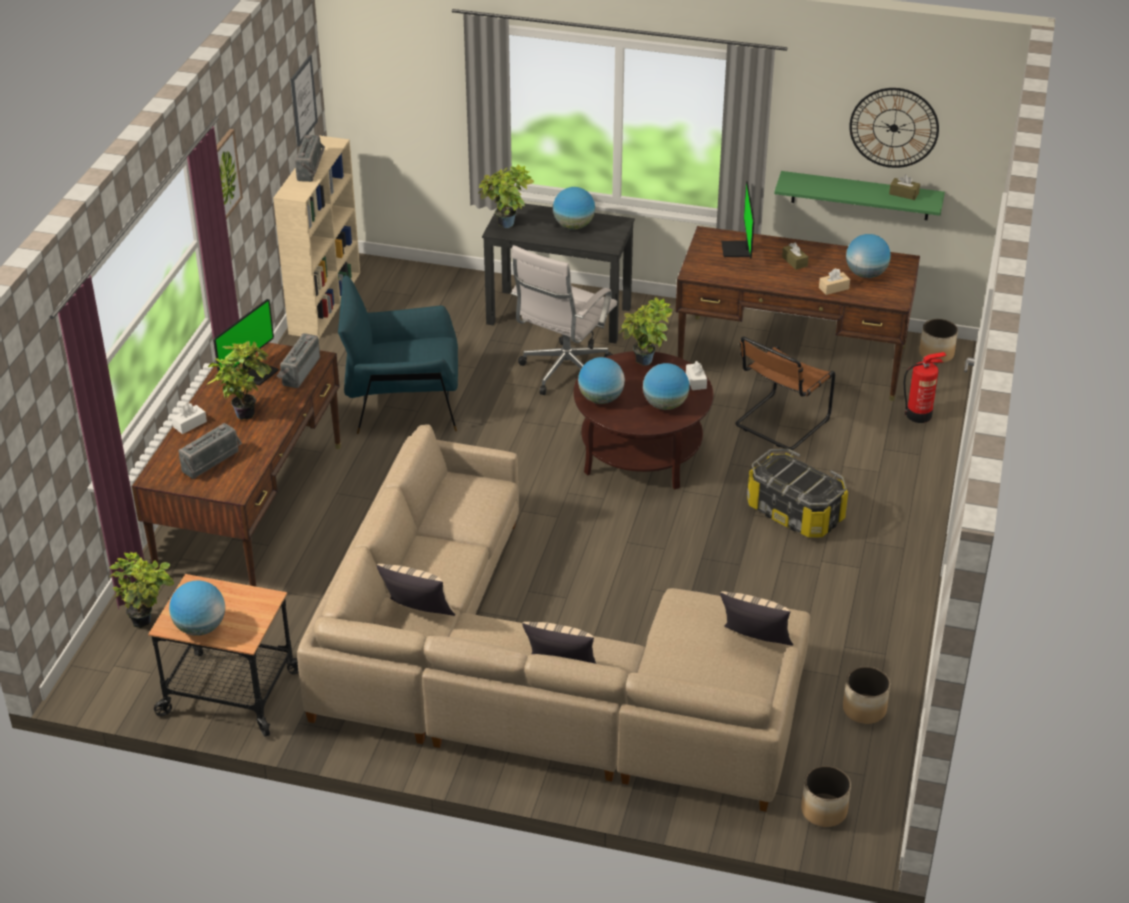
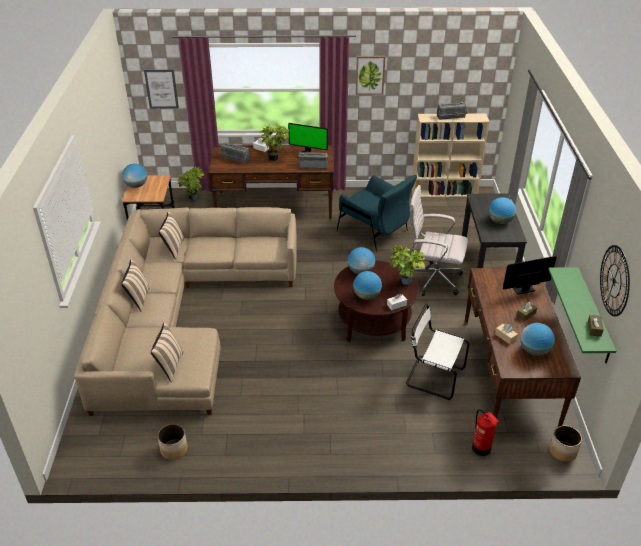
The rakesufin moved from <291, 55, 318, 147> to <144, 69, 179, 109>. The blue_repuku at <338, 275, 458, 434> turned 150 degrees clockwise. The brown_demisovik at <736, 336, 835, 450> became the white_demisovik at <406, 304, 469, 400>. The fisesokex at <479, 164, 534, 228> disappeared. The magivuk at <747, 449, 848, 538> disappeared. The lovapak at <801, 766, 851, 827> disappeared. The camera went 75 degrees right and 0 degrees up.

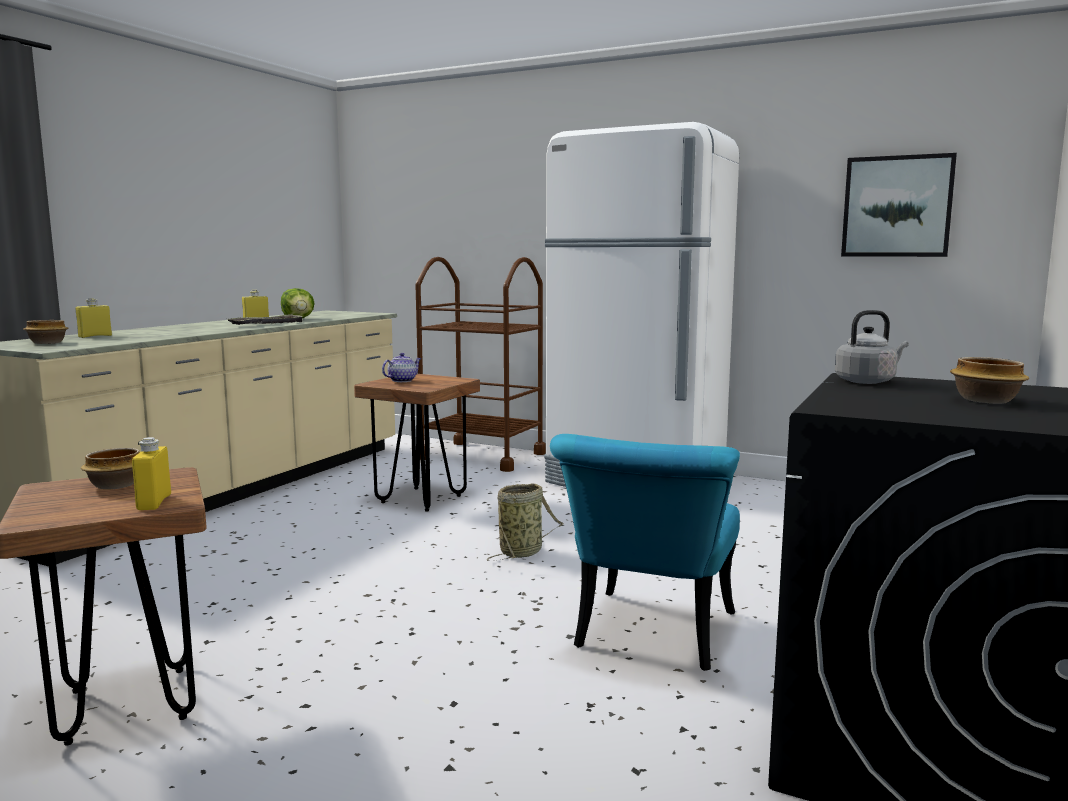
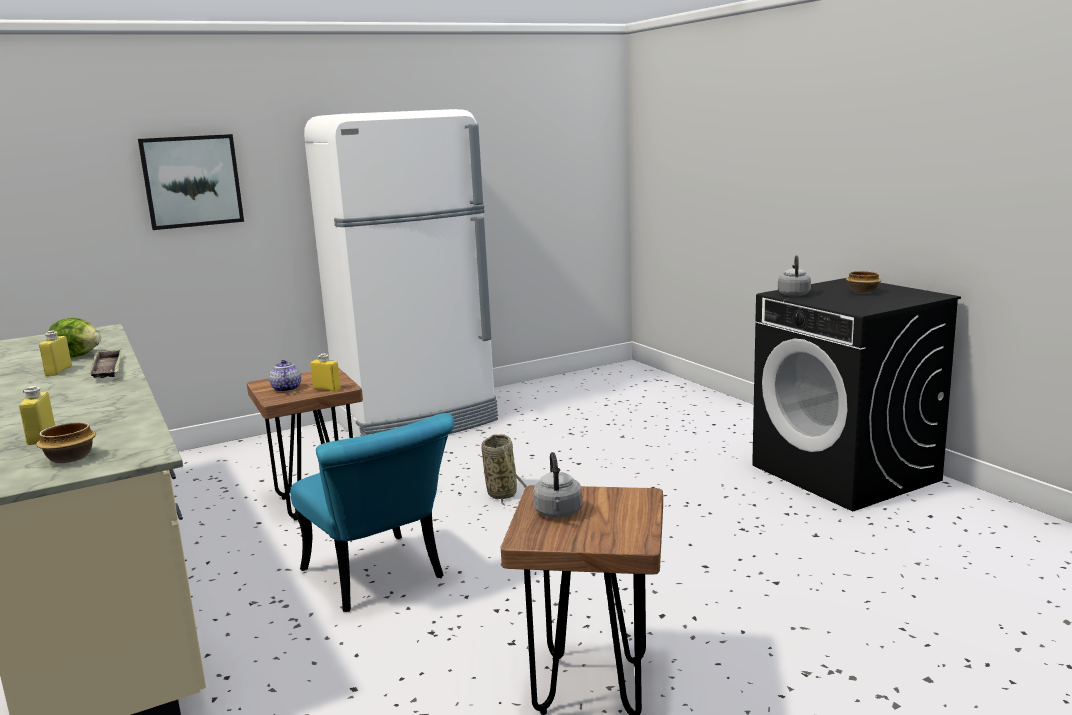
The rakesufin moved from <841, 153, 957, 257> to <138, 134, 244, 230>. The turquoise_demisovik moved from <550, 434, 740, 671> to <290, 413, 454, 612>. The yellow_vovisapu moved from <132, 437, 171, 510> to <310, 353, 341, 392>. The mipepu at <81, 448, 140, 490> was replaced by the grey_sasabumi at <533, 452, 582, 518>. The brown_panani at <415, 257, 546, 472> disappeared. The camera went 55 degrees left and 5 degrees up.

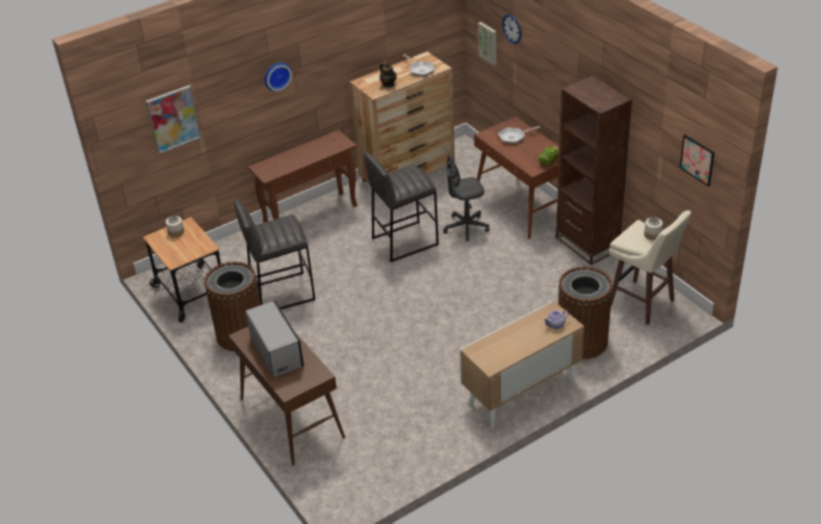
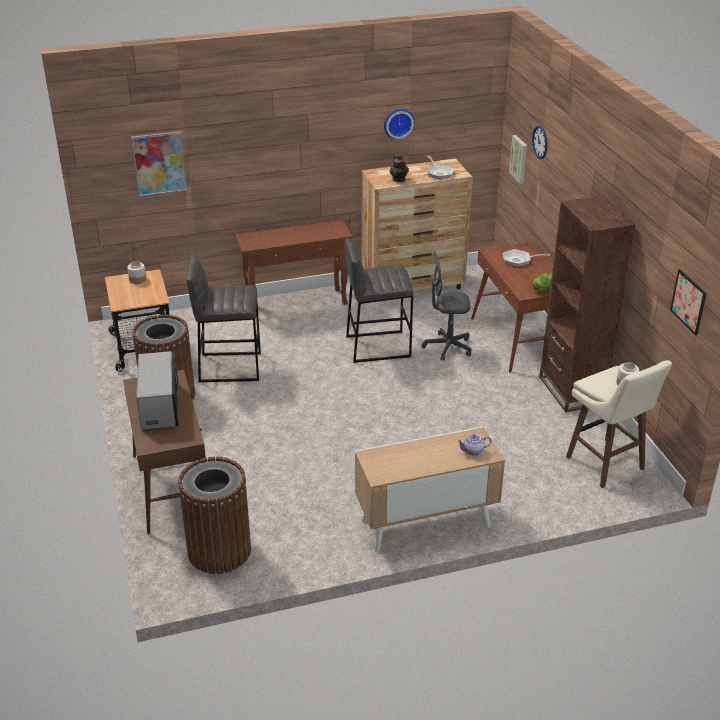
The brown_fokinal moved from <558, 266, 613, 359> to <178, 457, 251, 574>. The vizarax moved from <264, 63, 292, 91> to <384, 109, 414, 139>. The camera went 15 degrees right and 5 degrees down.

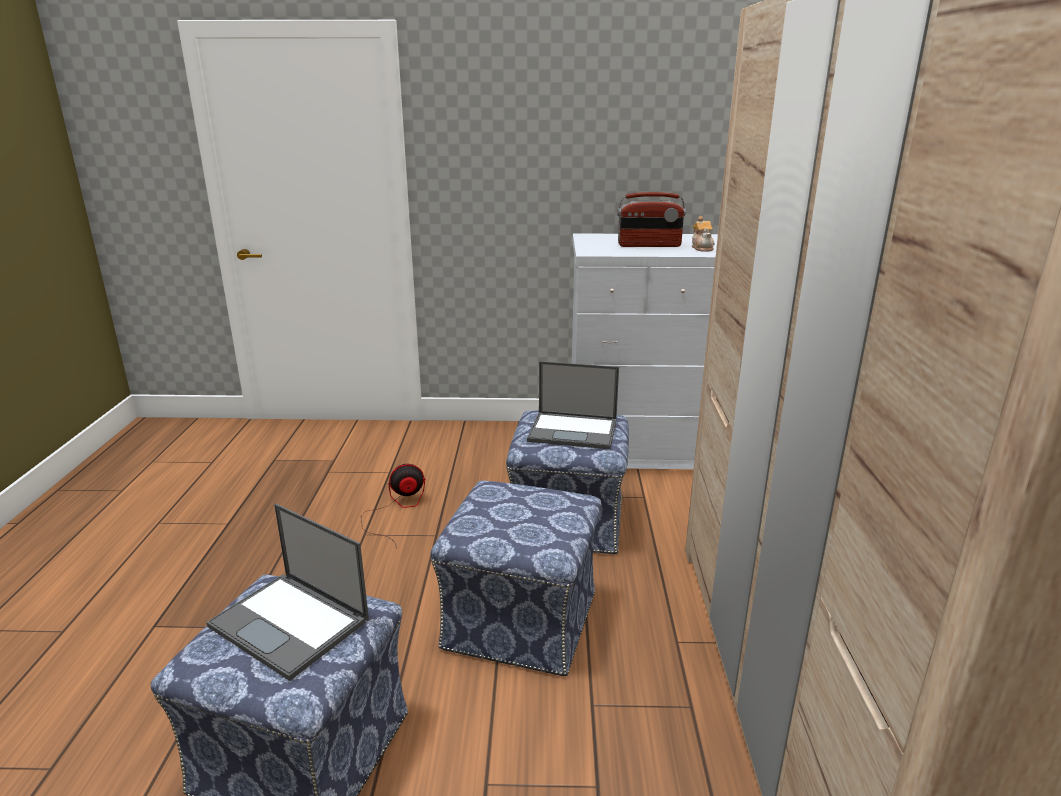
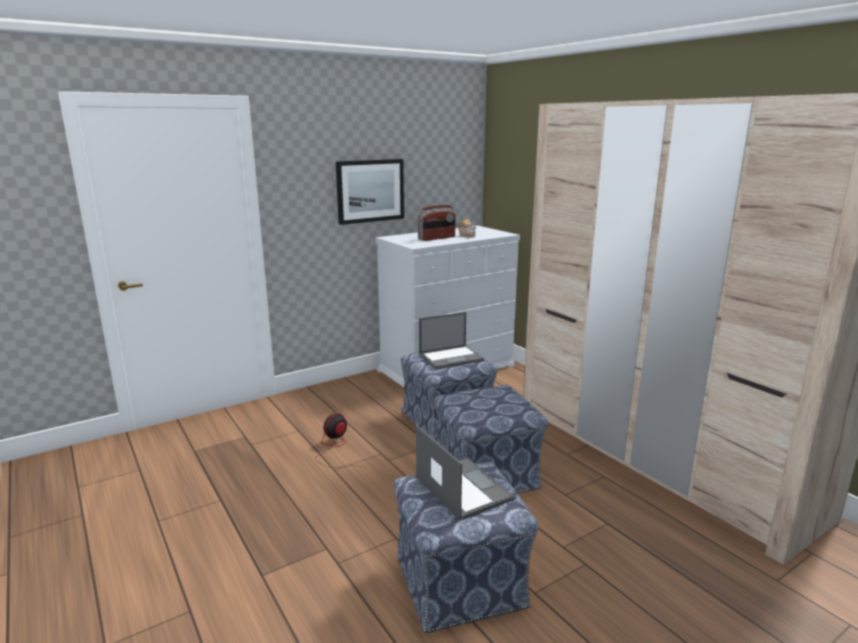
The rakesufin at <336, 159, 404, 225> appeared. The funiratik at <206, 503, 369, 681> turned 120 degrees counterclockwise. The camera went 35 degrees left and 5 degrees down.

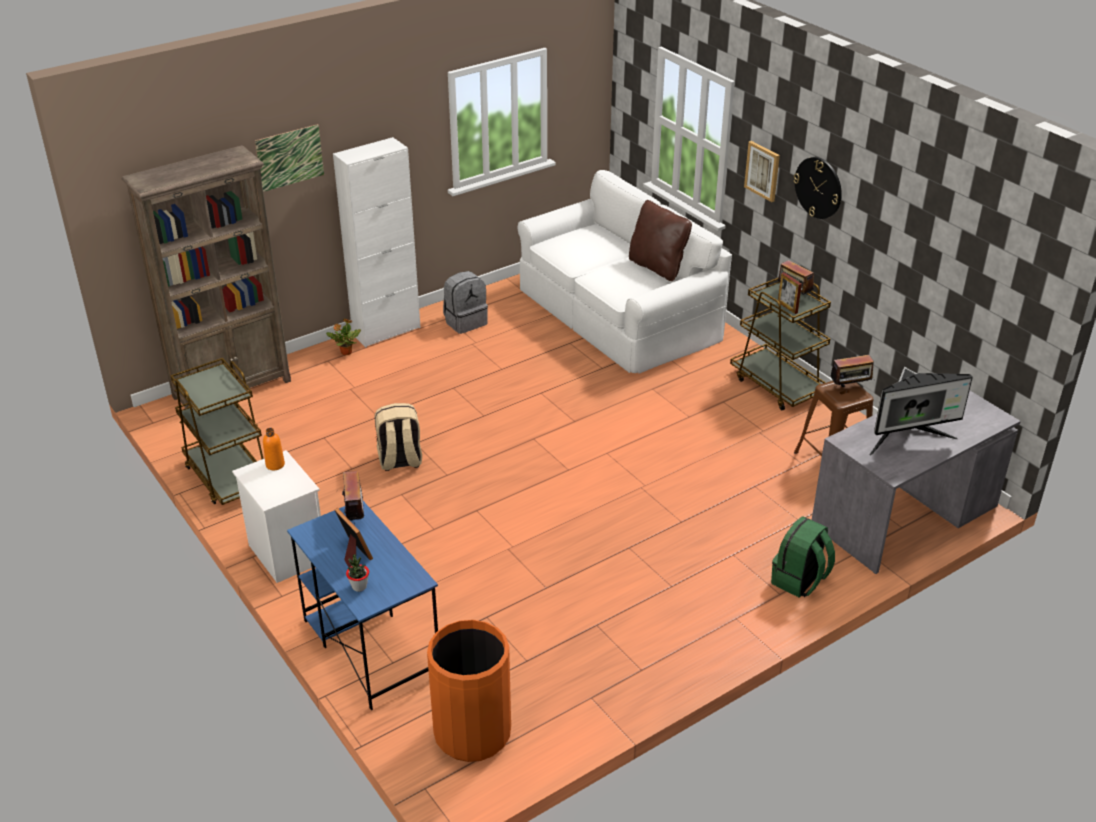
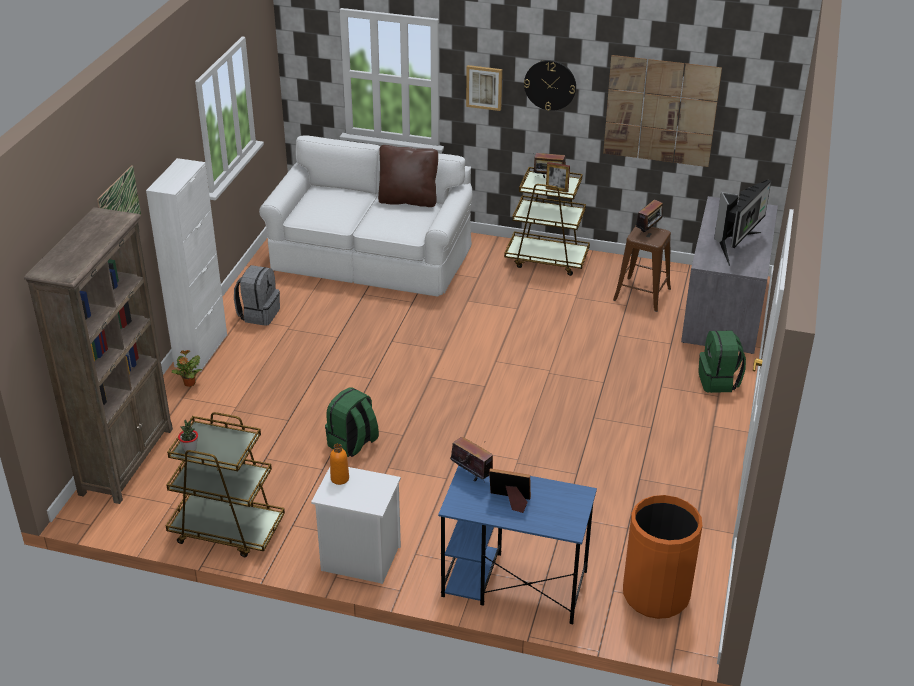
The fisesokex moved from <346, 554, 369, 592> to <178, 420, 198, 453>. The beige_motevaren at <375, 403, 422, 471> became the green_motevaren at <325, 387, 379, 457>. The rakesufin at <603, 55, 722, 167> appeared. The camera went 40 degrees left and 0 degrees up.

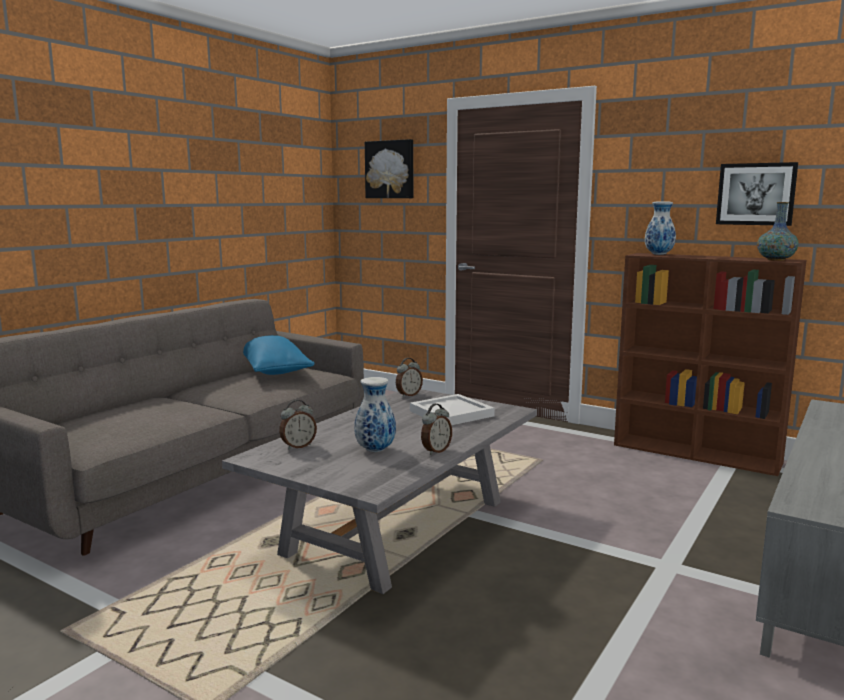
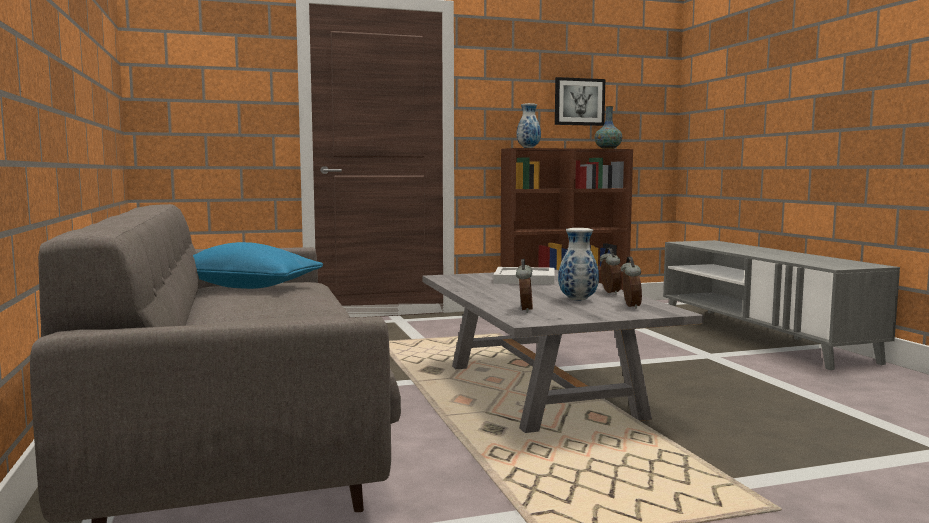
The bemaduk moved from <396, 358, 423, 397> to <621, 257, 642, 309>. The rakesufin at <365, 139, 413, 198> disappeared. The camera went 50 degrees left and 5 degrees down.

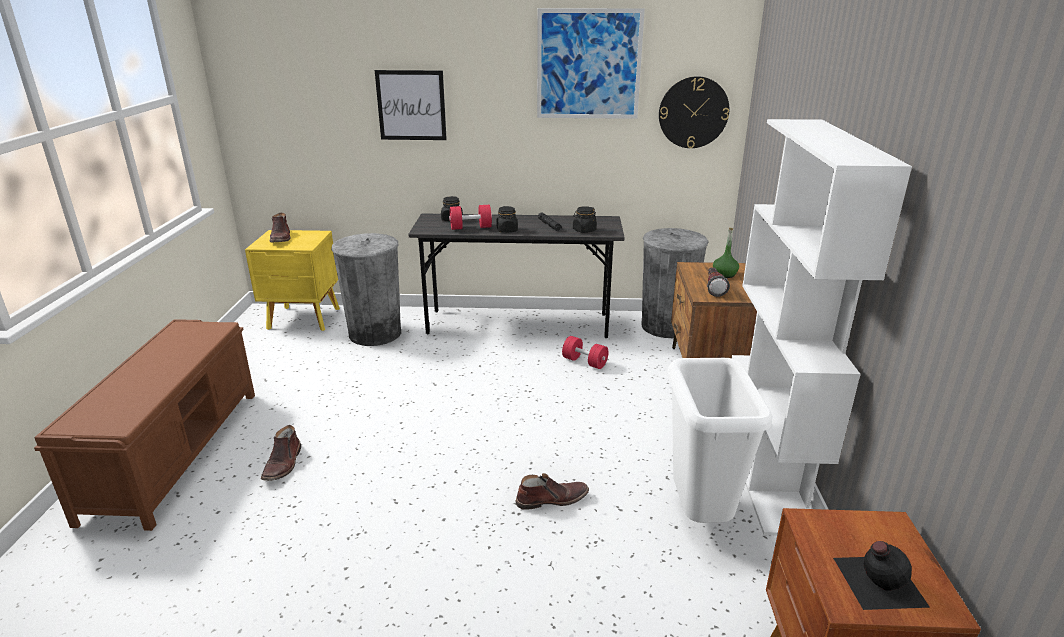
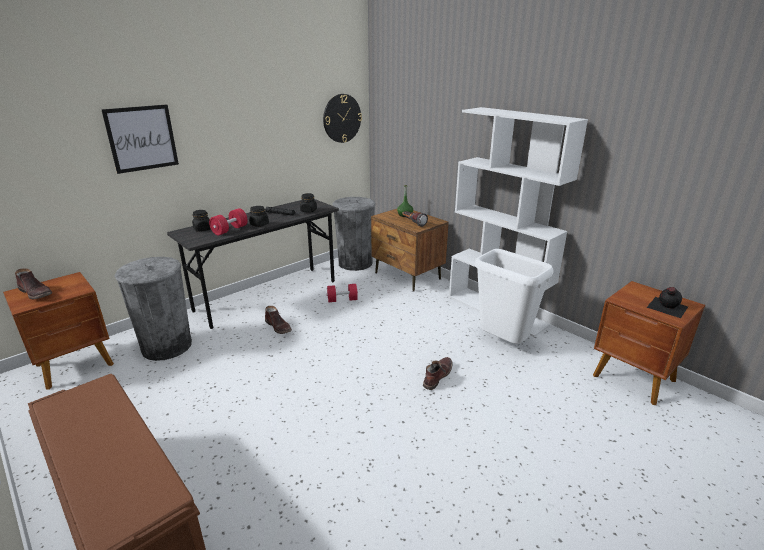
The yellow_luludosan at <245, 230, 340, 331> became the brown_luludosan at <3, 272, 114, 390>. The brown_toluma moved from <261, 425, 301, 481> to <265, 306, 292, 334>. The rakesufin at <537, 8, 645, 119> disappeared. The camera went 45 degrees left and 0 degrees up.

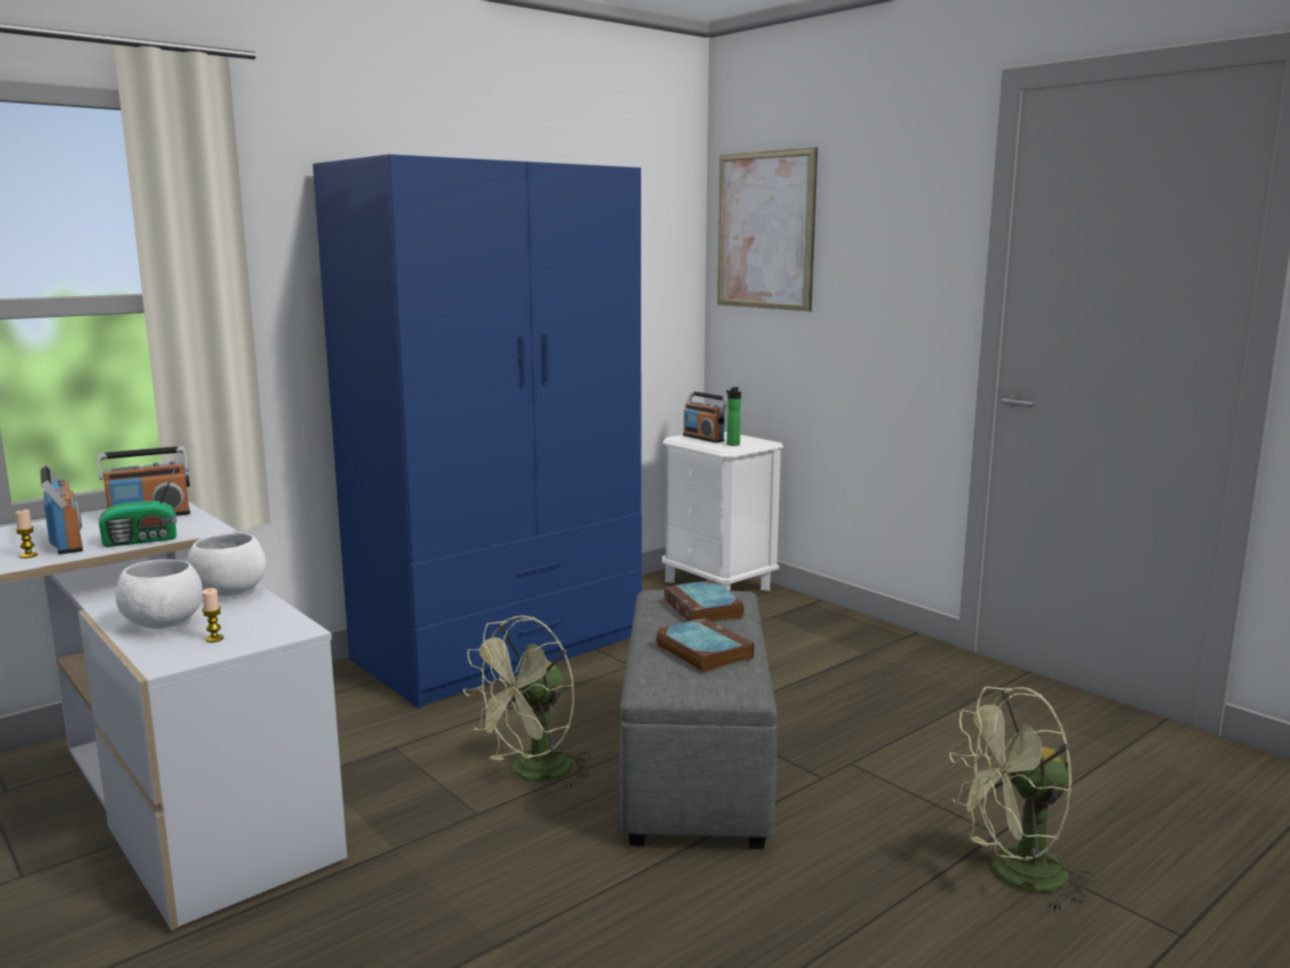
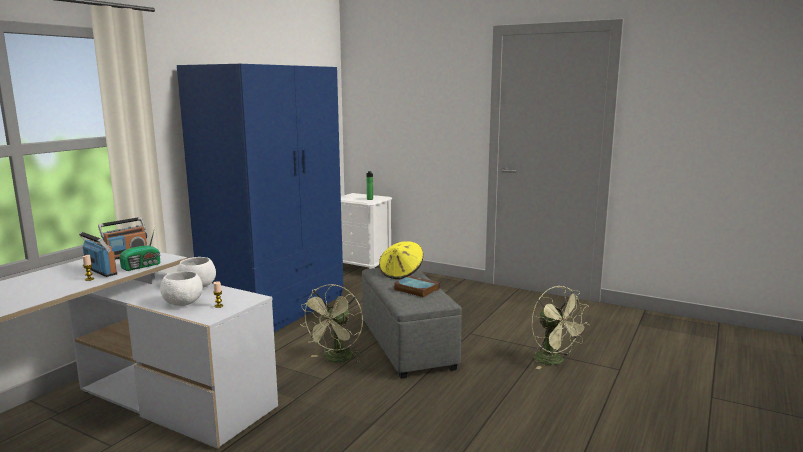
The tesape at <664, 580, 744, 622> was replaced by the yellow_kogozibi at <379, 241, 423, 279>. The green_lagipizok at <949, 687, 1095, 911> turned 90 degrees counterclockwise. The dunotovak at <683, 391, 728, 443> disappeared. The rakesufin at <717, 147, 818, 312> disappeared. The camera went 20 degrees left and 0 degrees up.

